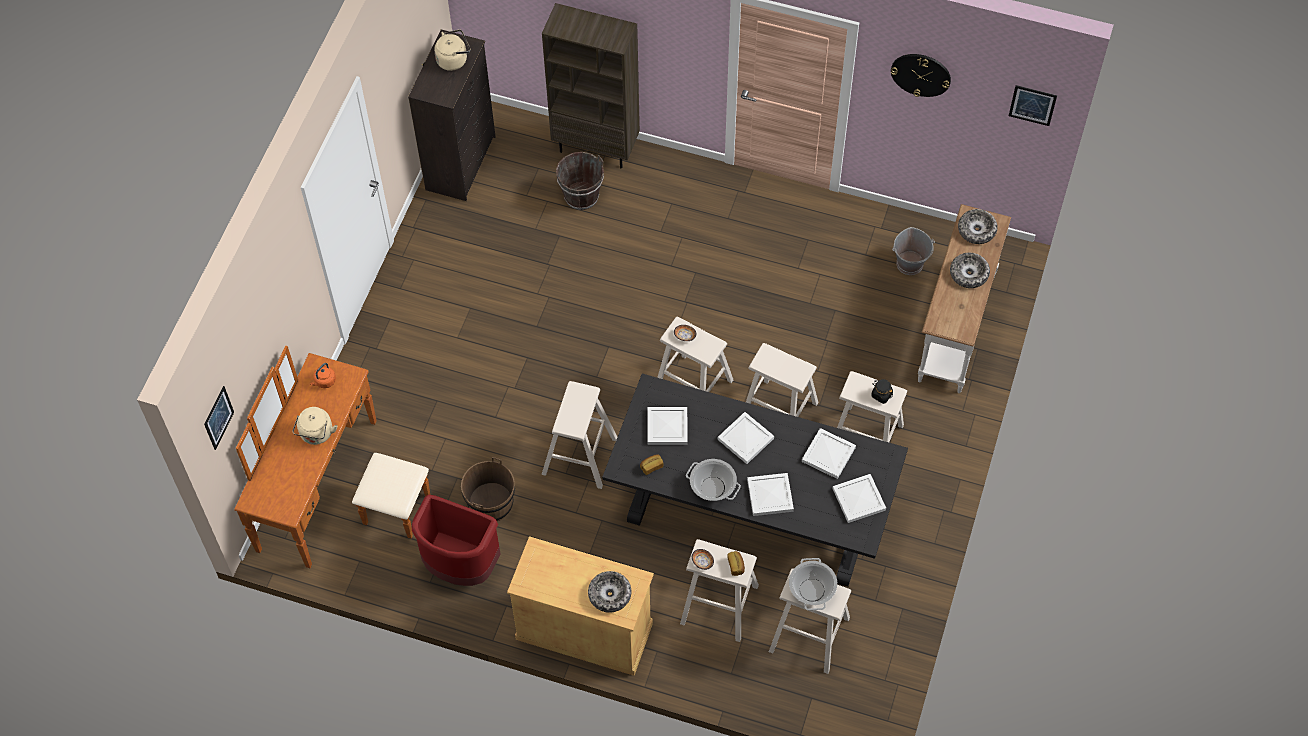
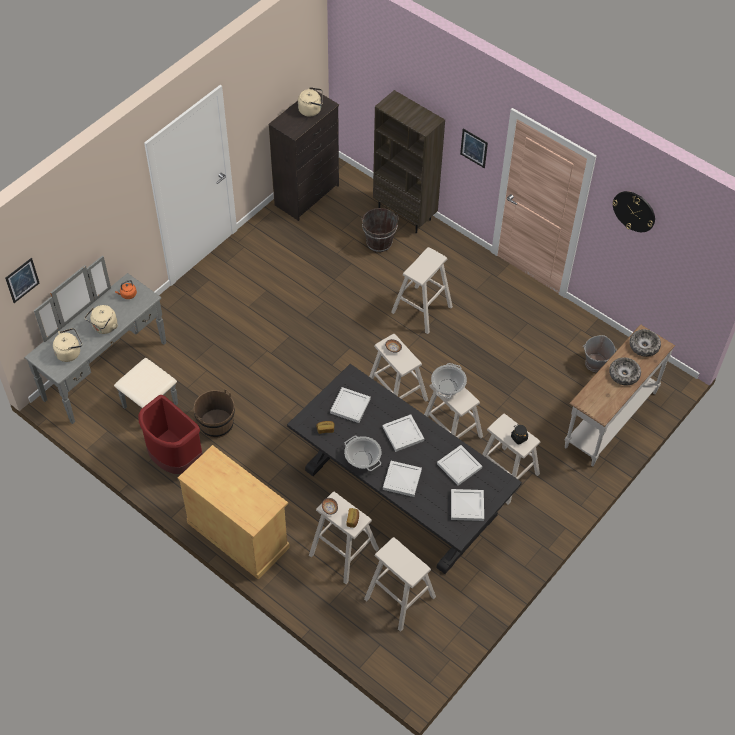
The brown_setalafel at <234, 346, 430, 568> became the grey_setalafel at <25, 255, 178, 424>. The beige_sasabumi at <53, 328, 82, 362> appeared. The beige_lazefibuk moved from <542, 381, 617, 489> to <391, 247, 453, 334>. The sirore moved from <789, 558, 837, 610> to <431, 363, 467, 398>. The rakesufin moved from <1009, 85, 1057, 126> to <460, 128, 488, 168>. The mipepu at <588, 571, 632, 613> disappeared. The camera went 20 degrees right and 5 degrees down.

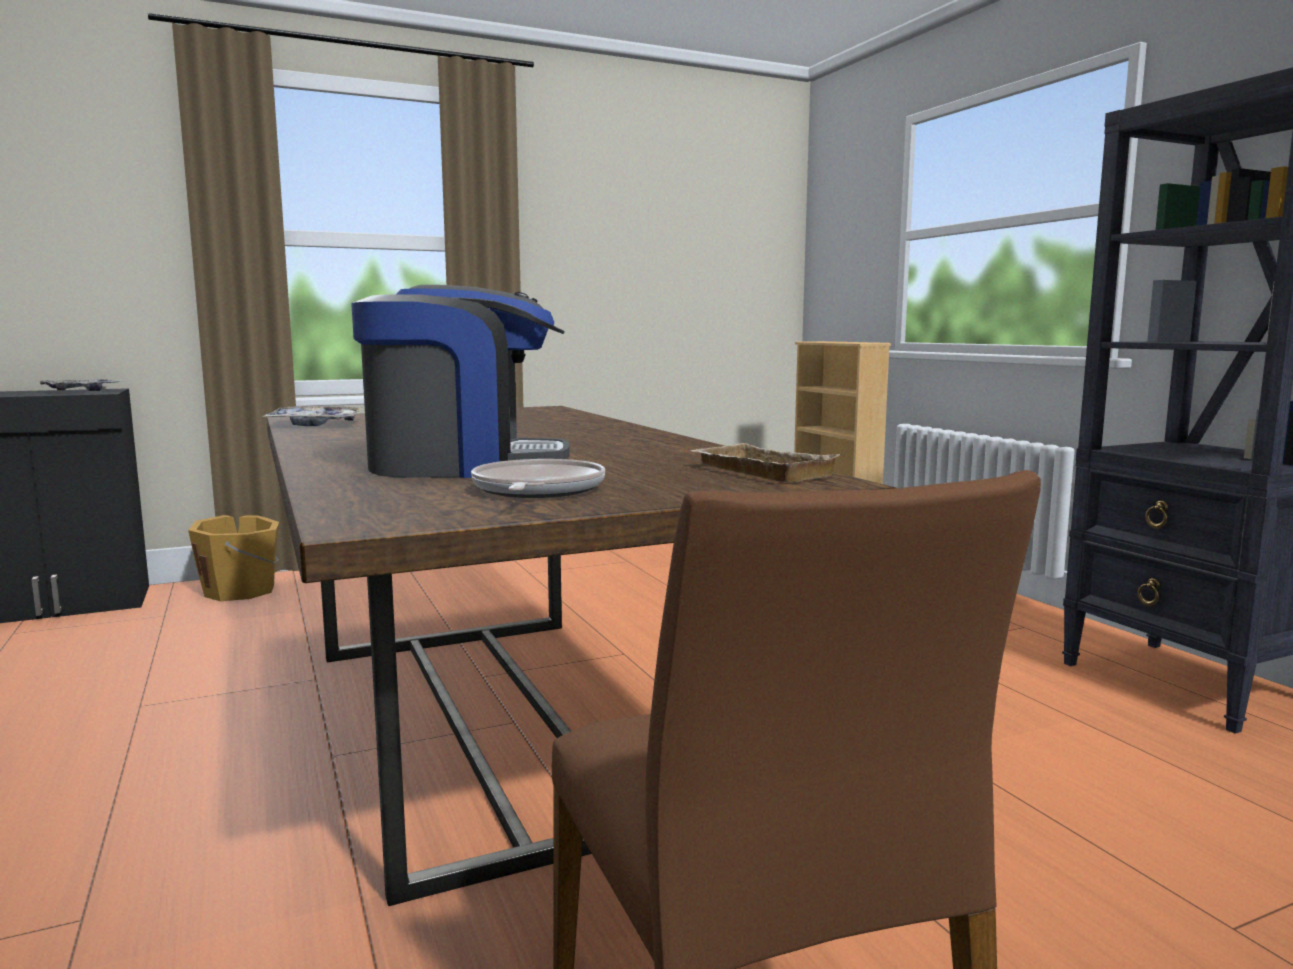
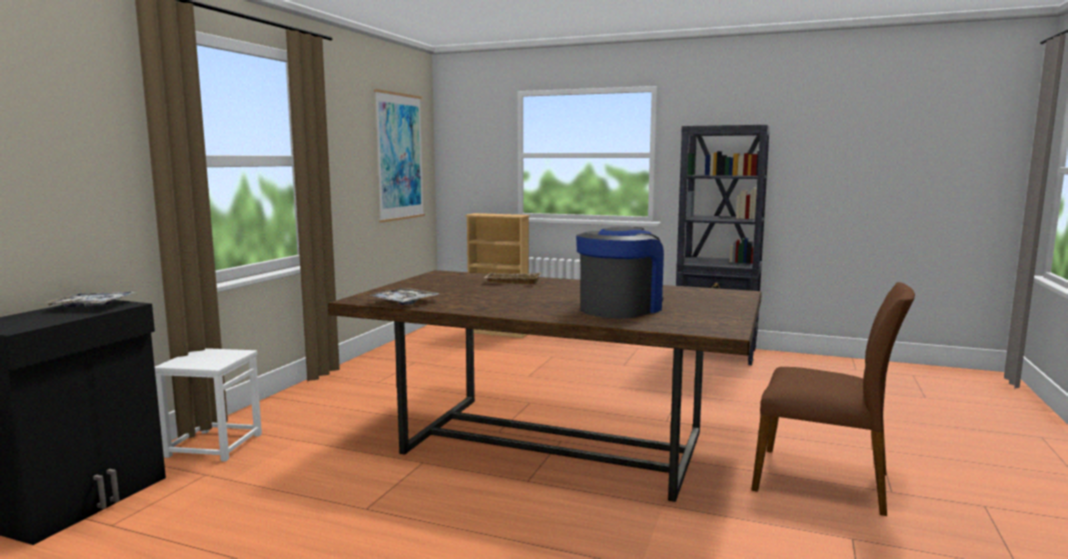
The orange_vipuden at <188, 515, 279, 601> was replaced by the white_lazefibuk at <155, 348, 262, 462>. The rakesufin at <374, 89, 425, 223> appeared. The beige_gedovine moved from <690, 443, 843, 482> to <484, 272, 541, 285>. The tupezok at <471, 459, 605, 498> disappeared. The camera went 45 degrees left and 0 degrees up.

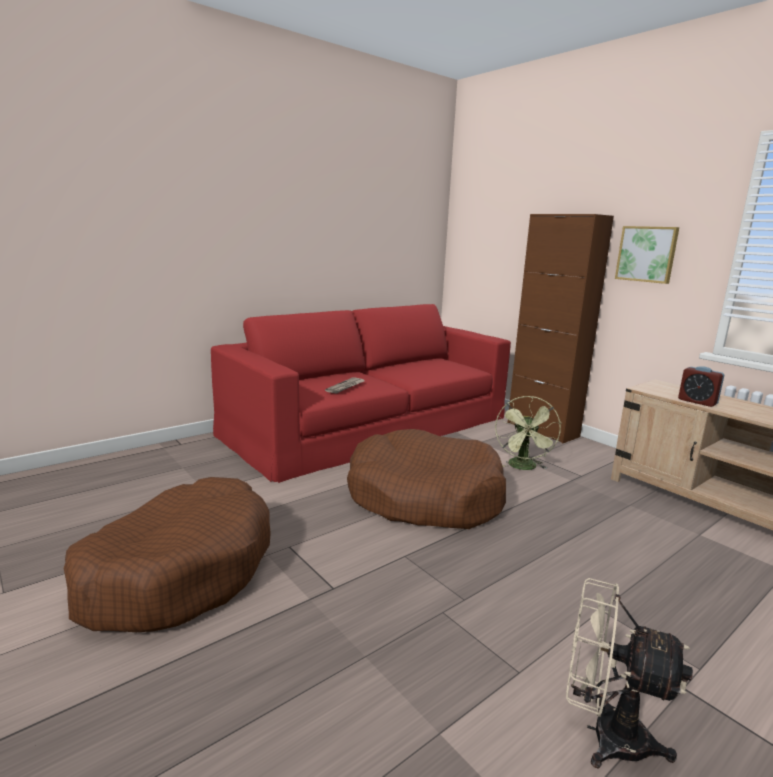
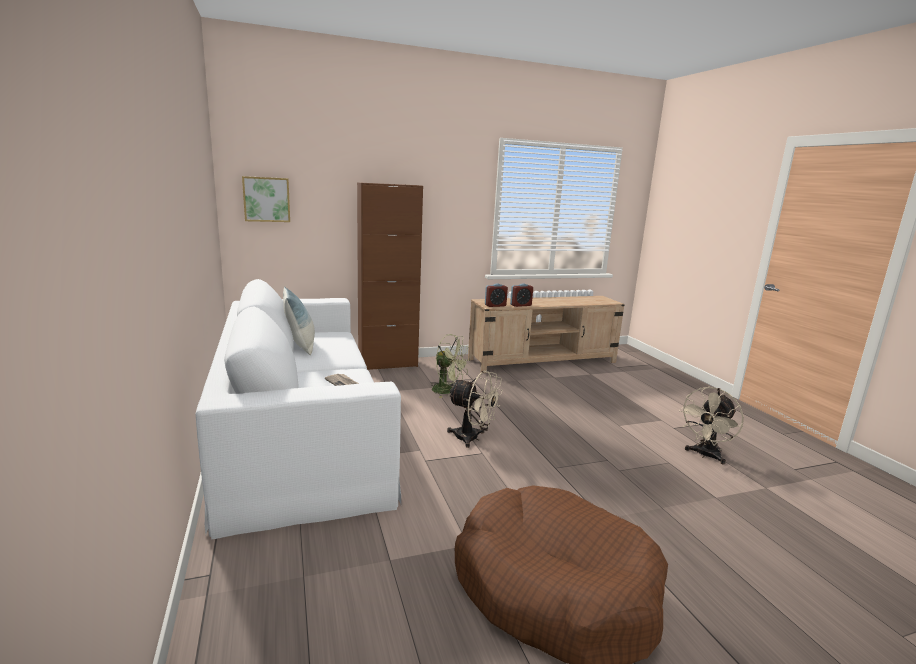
The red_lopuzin at <211, 304, 511, 483> became the white_lopuzin at <195, 279, 401, 540>. The rakesufin moved from <615, 226, 679, 284> to <242, 176, 290, 222>. The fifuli at <283, 287, 315, 355> appeared. The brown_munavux at <347, 429, 506, 529> was replaced by the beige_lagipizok at <447, 371, 503, 448>. The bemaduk at <485, 284, 508, 307> appeared. The camera went 70 degrees left and 0 degrees up.

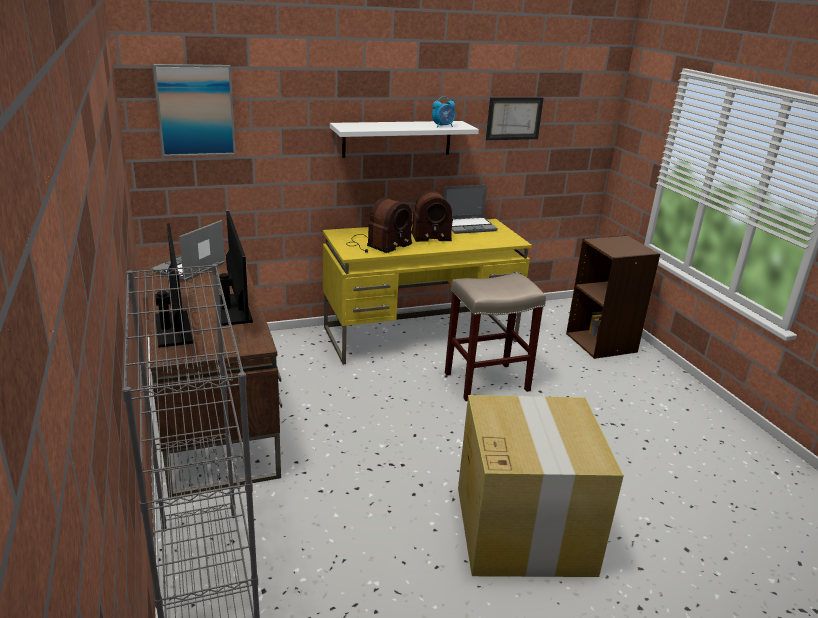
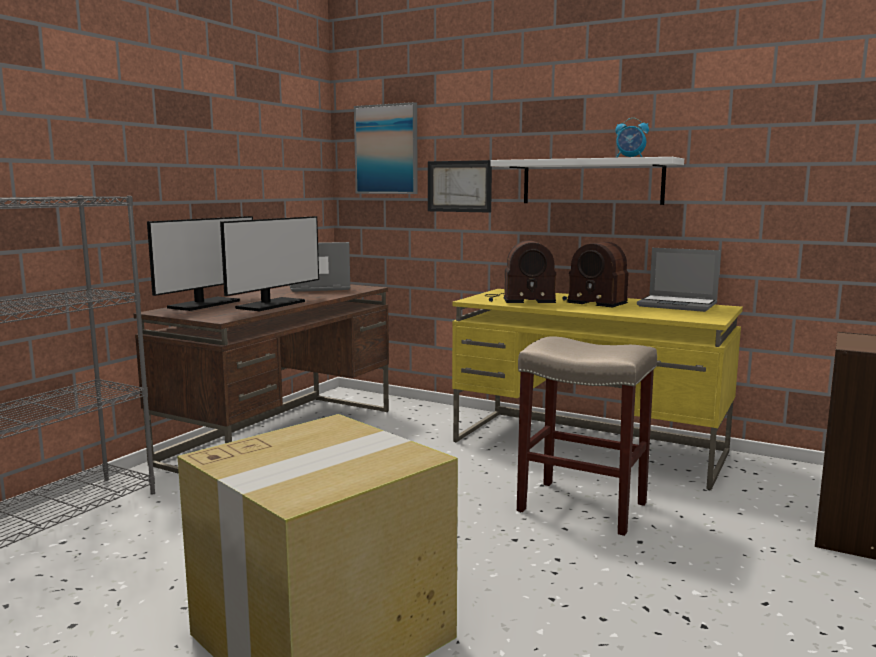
The rakesufin moved from <486, 97, 543, 140> to <428, 160, 492, 213>. The camera went 50 degrees right and 15 degrees down.

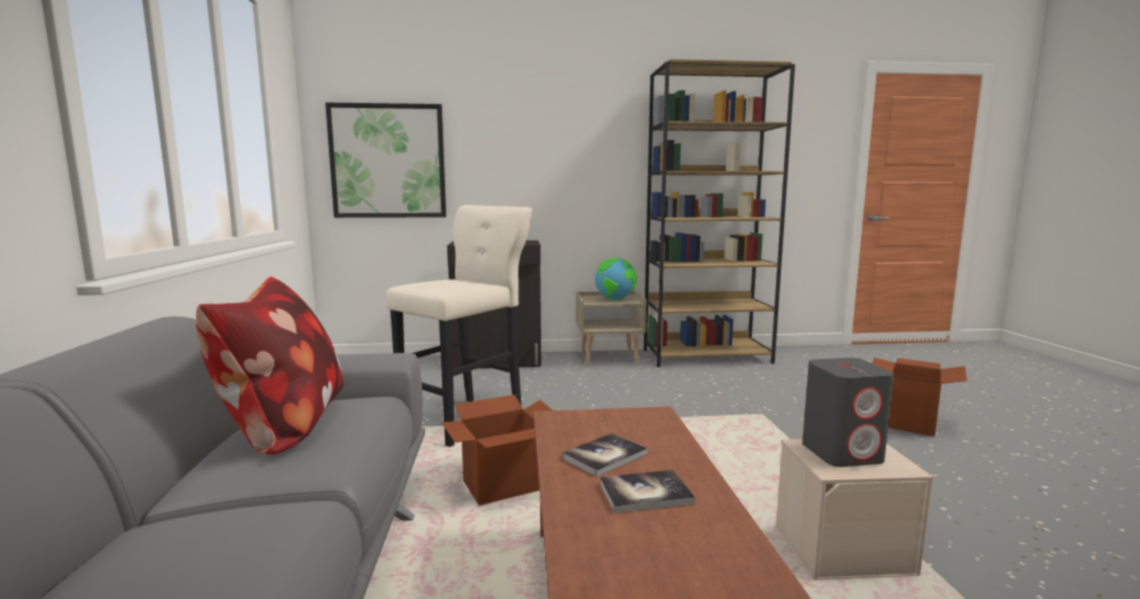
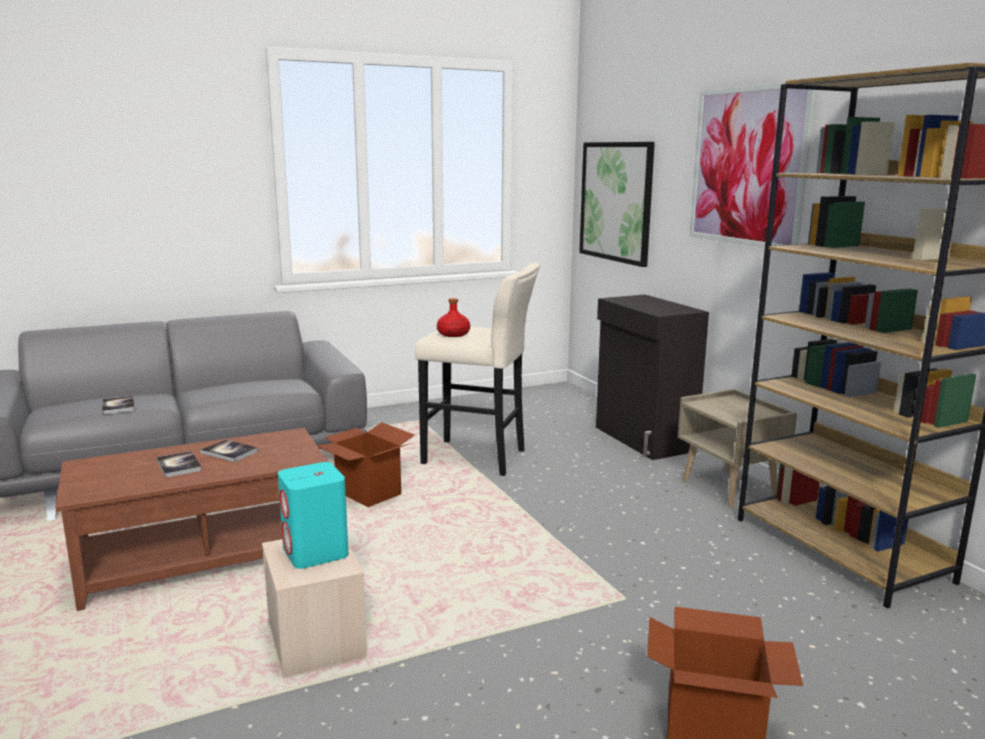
The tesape at <102, 396, 135, 414> appeared. The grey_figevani at <802, 358, 894, 467> became the turquoise_figevani at <278, 462, 348, 569>. The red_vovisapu at <437, 298, 470, 337> appeared. The rakesufin at <689, 82, 816, 248> appeared. The fifuli at <196, 277, 343, 454> disappeared. The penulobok at <595, 258, 637, 301> disappeared. The camera went 70 degrees right and 5 degrees up.

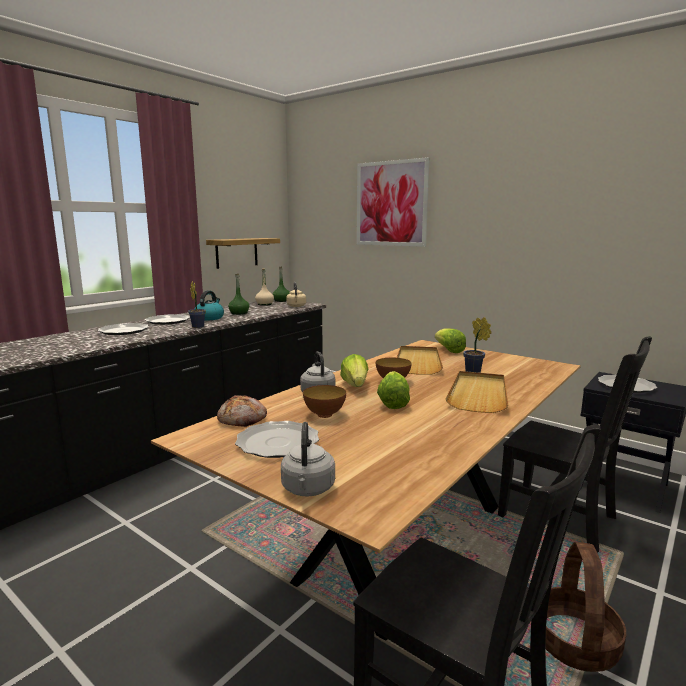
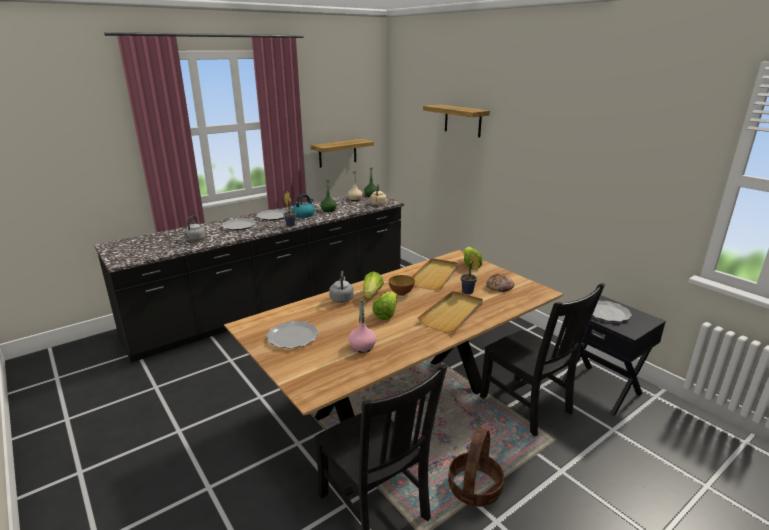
The grey_sasabumi moved from <281, 422, 335, 497> to <183, 215, 206, 241>. The pink_vovisapu at <348, 299, 376, 353> appeared. The rakesufin at <357, 157, 430, 247> was replaced by the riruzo at <423, 105, 490, 137>. The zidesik moved from <217, 395, 267, 427> to <486, 273, 514, 292>. The mipepu at <303, 385, 346, 418> disappeared. The camera went 15 degrees right and 10 degrees up.

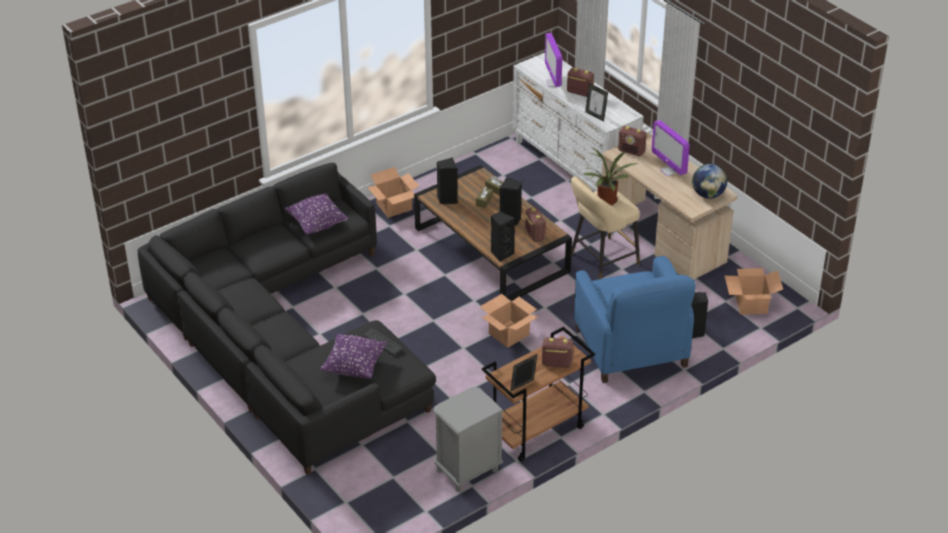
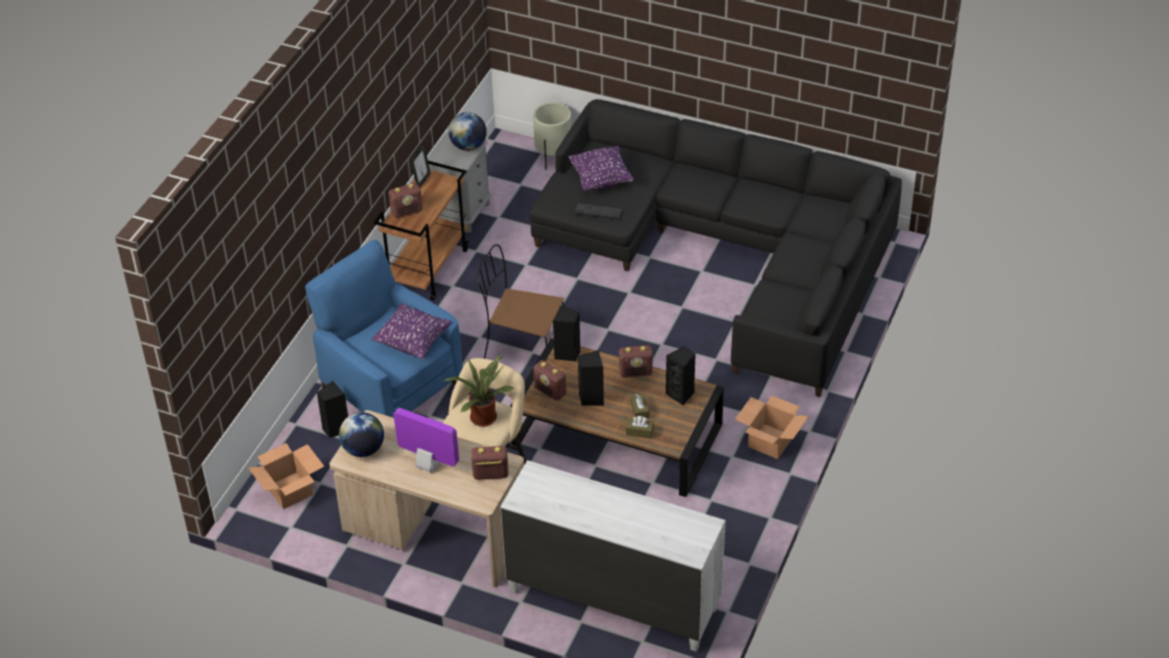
The purple_fifuli moved from <285, 193, 349, 234> to <371, 303, 452, 359>. The penulobok at <448, 112, 487, 151> appeared. The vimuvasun at <480, 294, 539, 348> was replaced by the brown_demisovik at <477, 244, 564, 359>. The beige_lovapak at <533, 102, 572, 170> appeared. The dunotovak moved from <567, 68, 594, 97> to <619, 345, 653, 378>. The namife at <545, 33, 562, 87> disappeared. The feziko at <585, 83, 608, 121> disappeared. The camera went 150 degrees right and 5 degrees up.

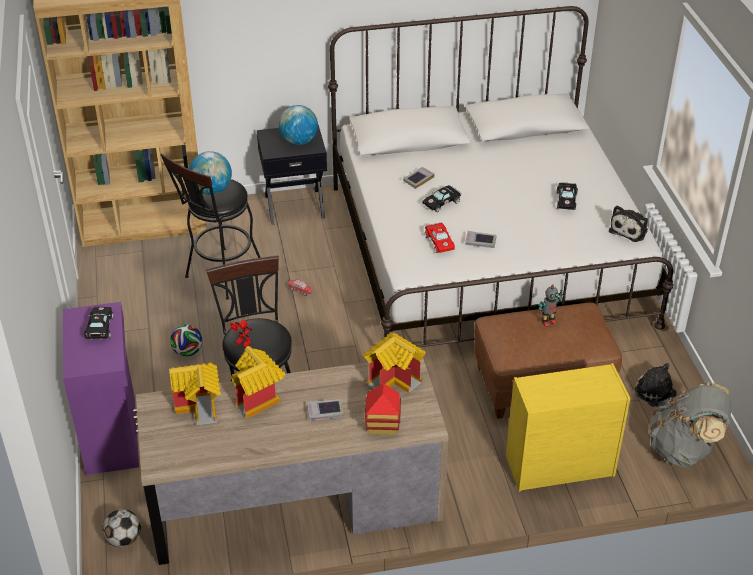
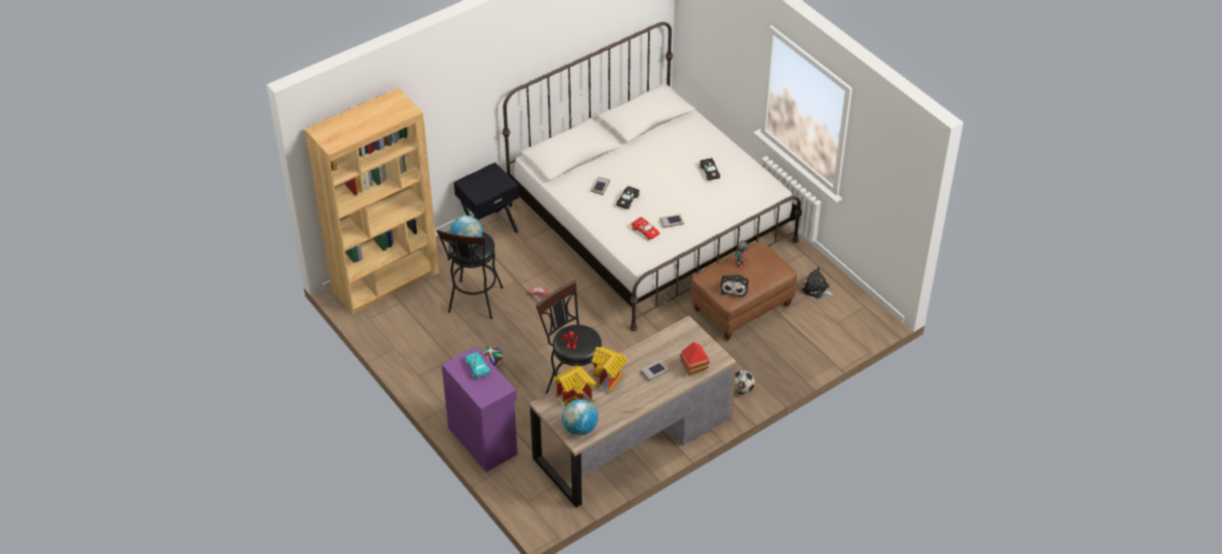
The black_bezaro at <84, 307, 113, 340> became the turquoise_bezaro at <465, 352, 490, 379>. The penulobok moved from <278, 105, 318, 145> to <562, 399, 598, 435>. The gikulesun moved from <609, 205, 648, 242> to <720, 273, 749, 297>. The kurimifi moved from <102, 509, 141, 547> to <734, 370, 755, 394>. The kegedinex at <363, 333, 426, 393> disappeared. The yellow_setalafel at <506, 363, 630, 491> disappeared. The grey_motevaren at <649, 382, 732, 467> disappeared. The camera went 25 degrees left and 5 degrees up.

